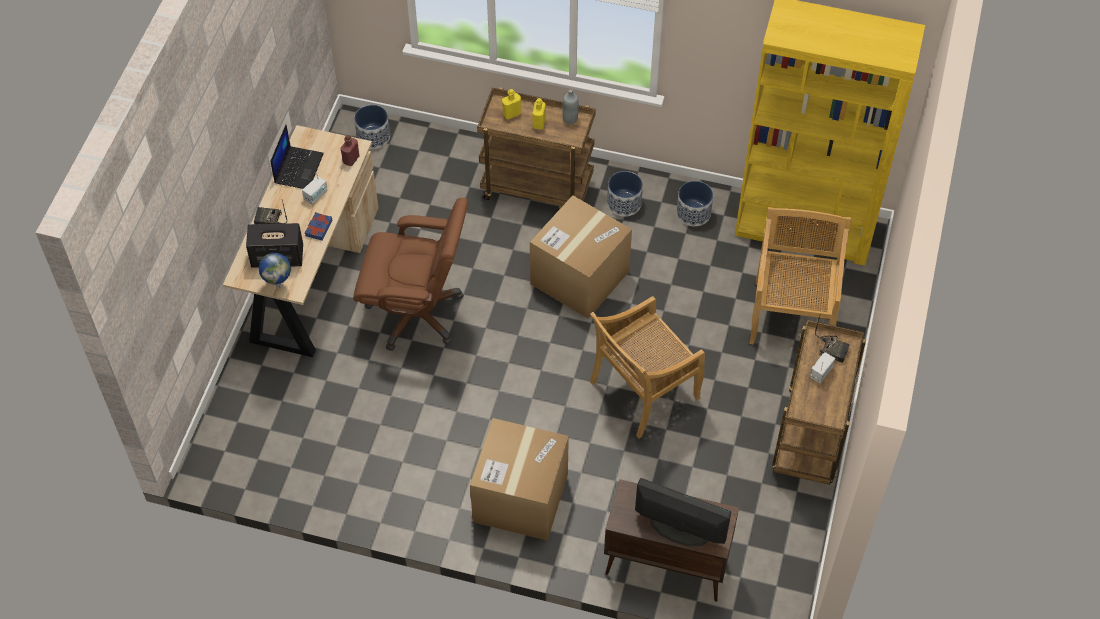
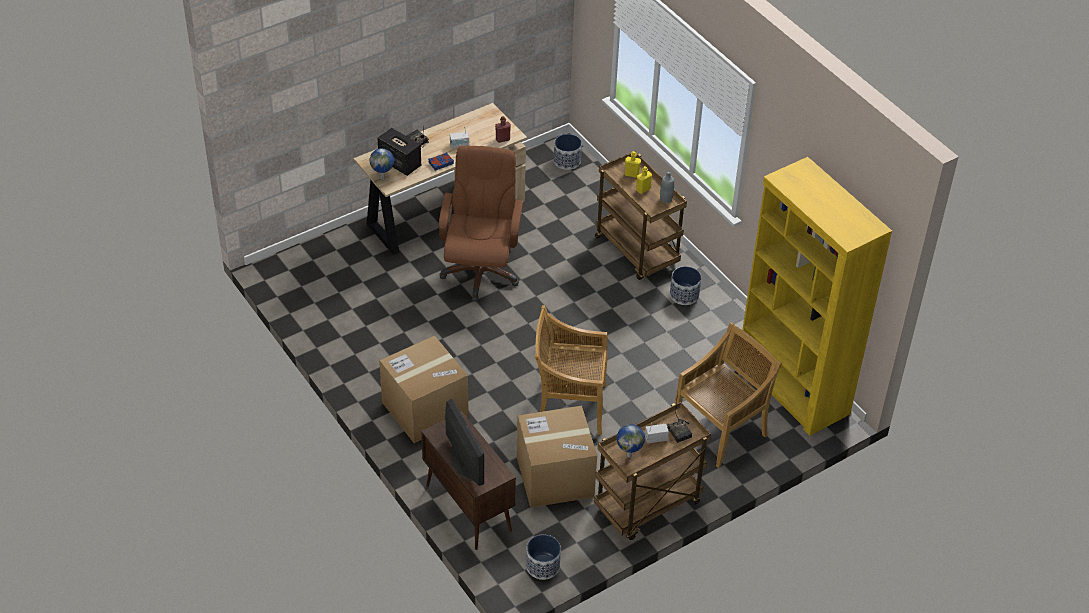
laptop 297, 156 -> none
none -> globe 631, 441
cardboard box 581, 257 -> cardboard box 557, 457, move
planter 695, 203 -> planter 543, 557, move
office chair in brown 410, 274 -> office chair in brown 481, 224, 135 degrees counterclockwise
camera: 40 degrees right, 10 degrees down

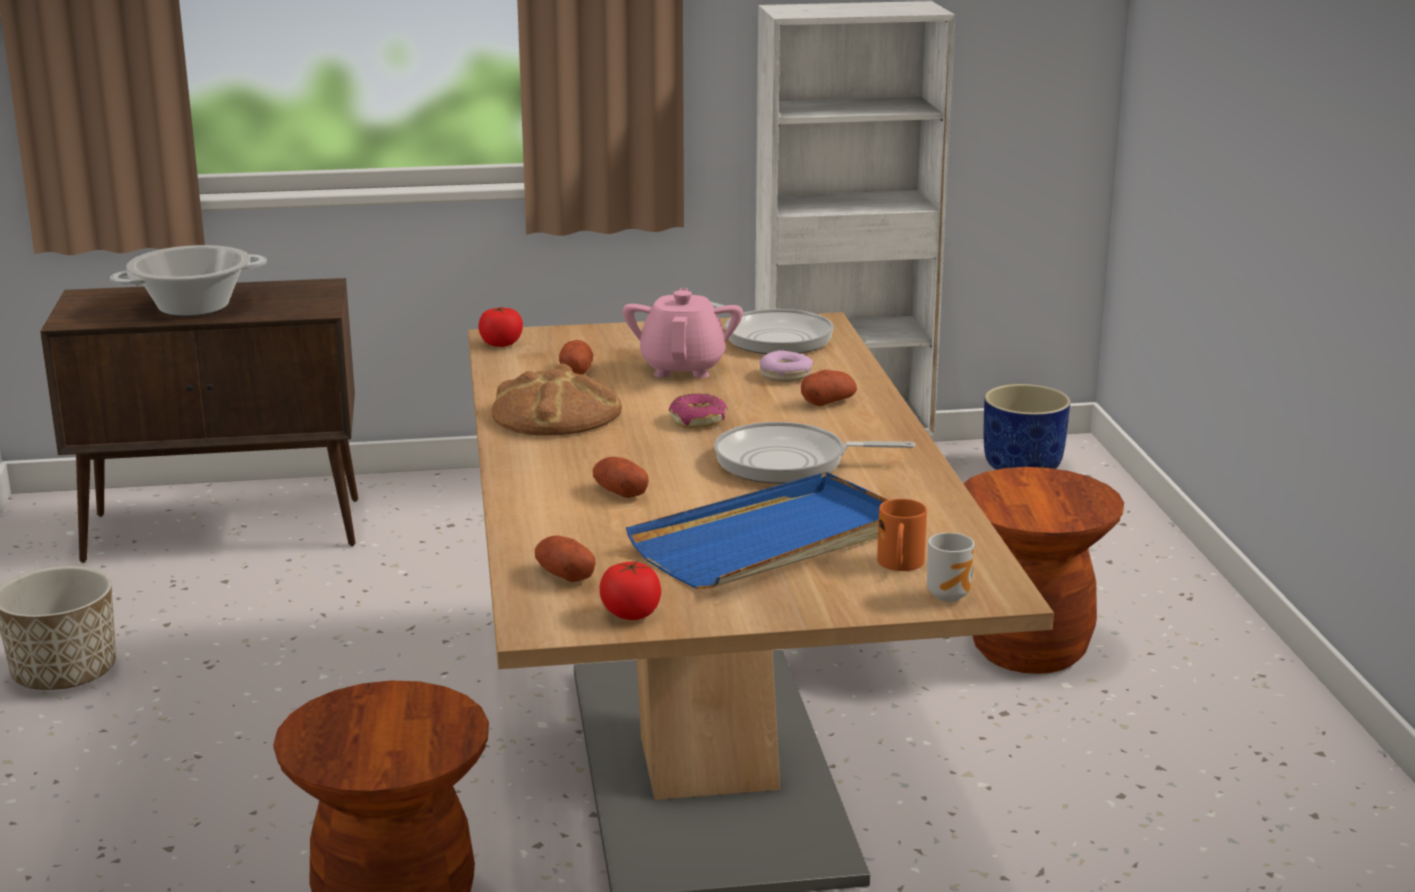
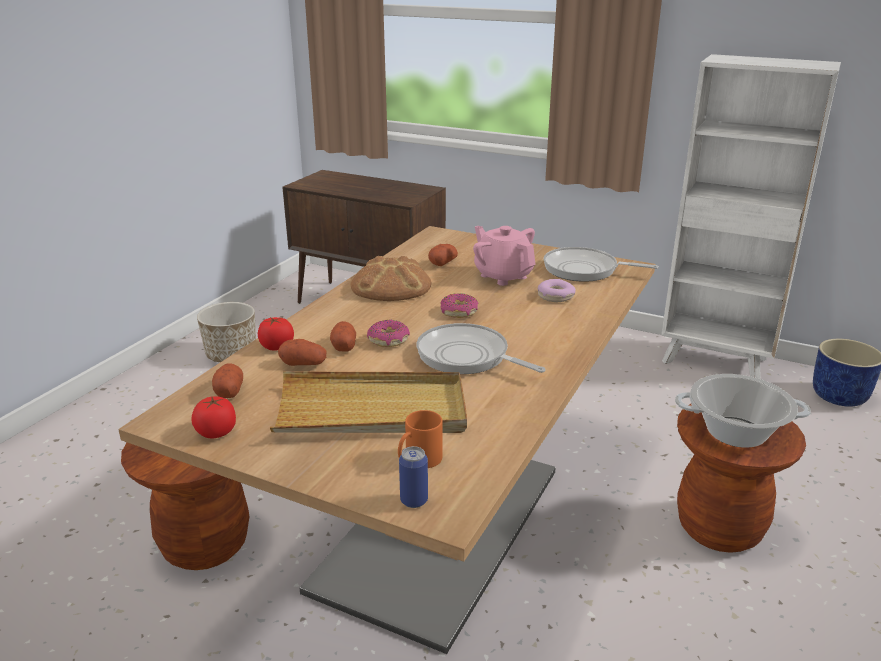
none -> donut 388, 333
cooking pot 188, 280 -> cooking pot 743, 411, move
tomato 500, 327 -> tomato 276, 334, move
potato 829, 388 -> potato 302, 352, move
mug 950, 567 -> can 413, 477
tray in blue 757, 530 -> tray in beige 368, 402
teapot in pink 683, 333 -> teapot in pink 504, 256, 75 degrees counterclockwise
frying pan 772, 327 -> frying pan 601, 264, 120 degrees clockwise
camera: 35 degrees right, 5 degrees up

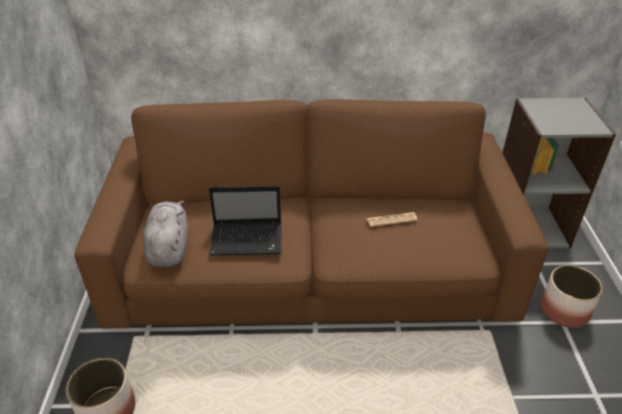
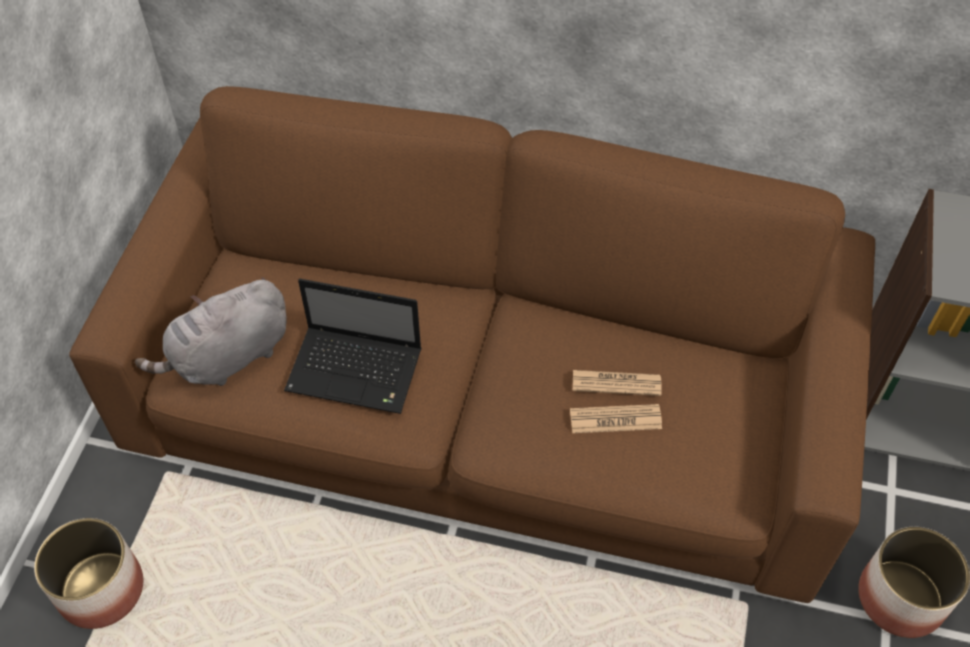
none -> newspaper 616, 418
plush toy in grey 165, 234 -> plush toy in grey 211, 332, 135 degrees counterclockwise
camera: 15 degrees right, 15 degrees up

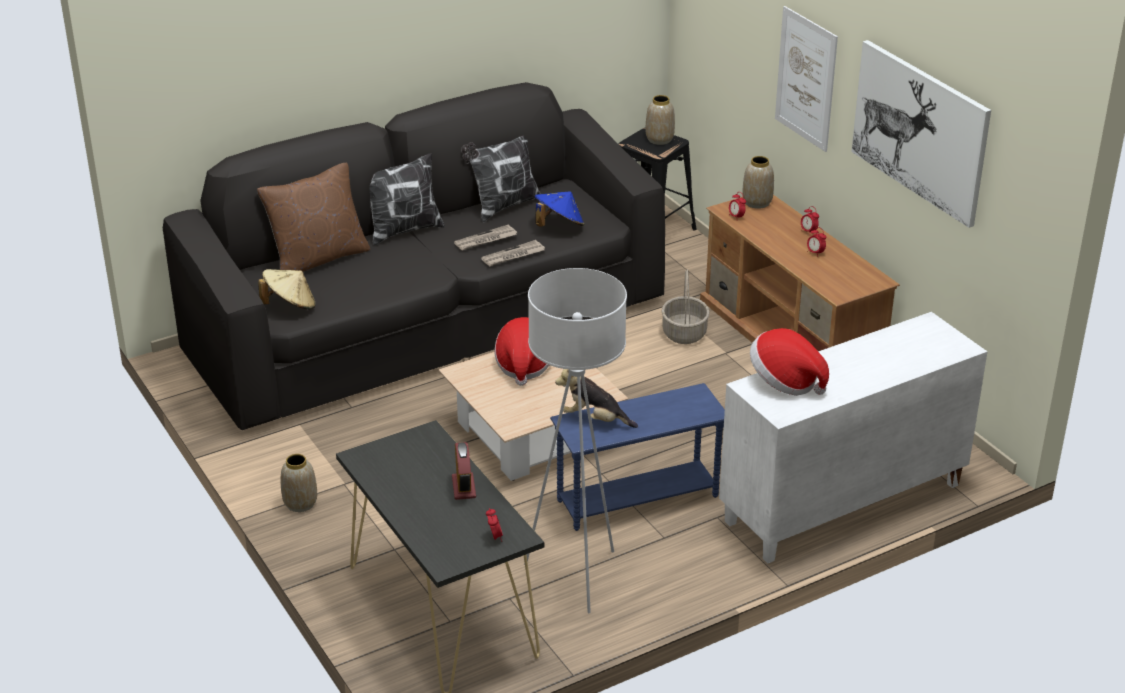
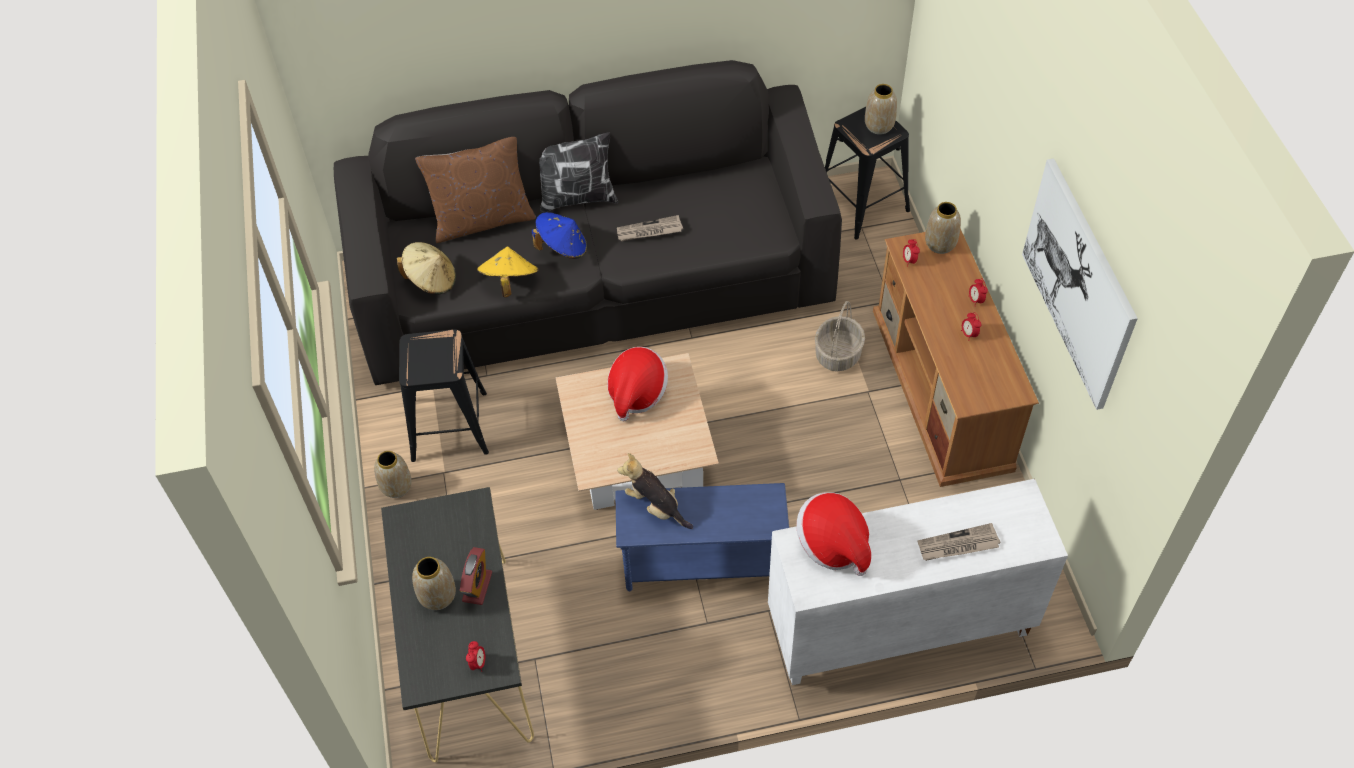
pillow 501, 178 -> none
floor lamp in white 575, 440 -> none
picture 806, 79 -> none
none -> stool in black 444, 395
none -> vase 434, 583
none -> hat in yellow 508, 272
newspaper 513, 253 -> newspaper 959, 542, move
hat in blue 559, 209 -> hat in blue 559, 235, move
camera: 20 degrees right, 20 degrees up

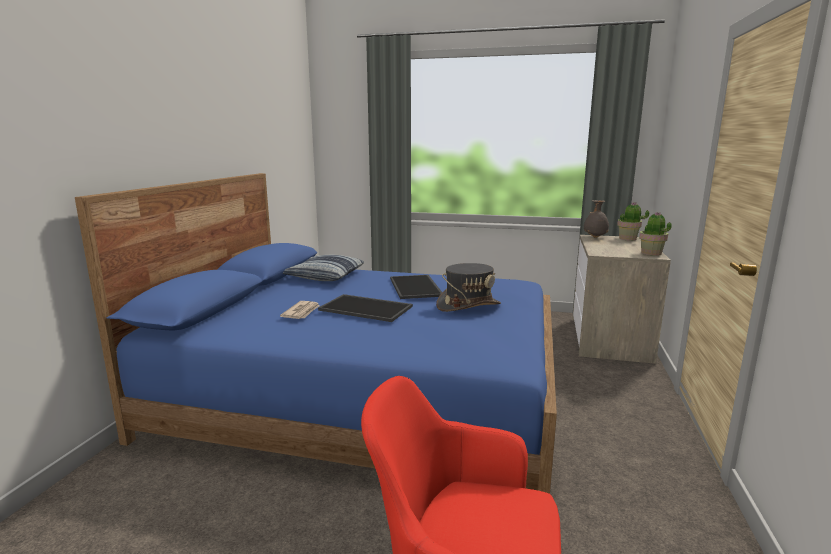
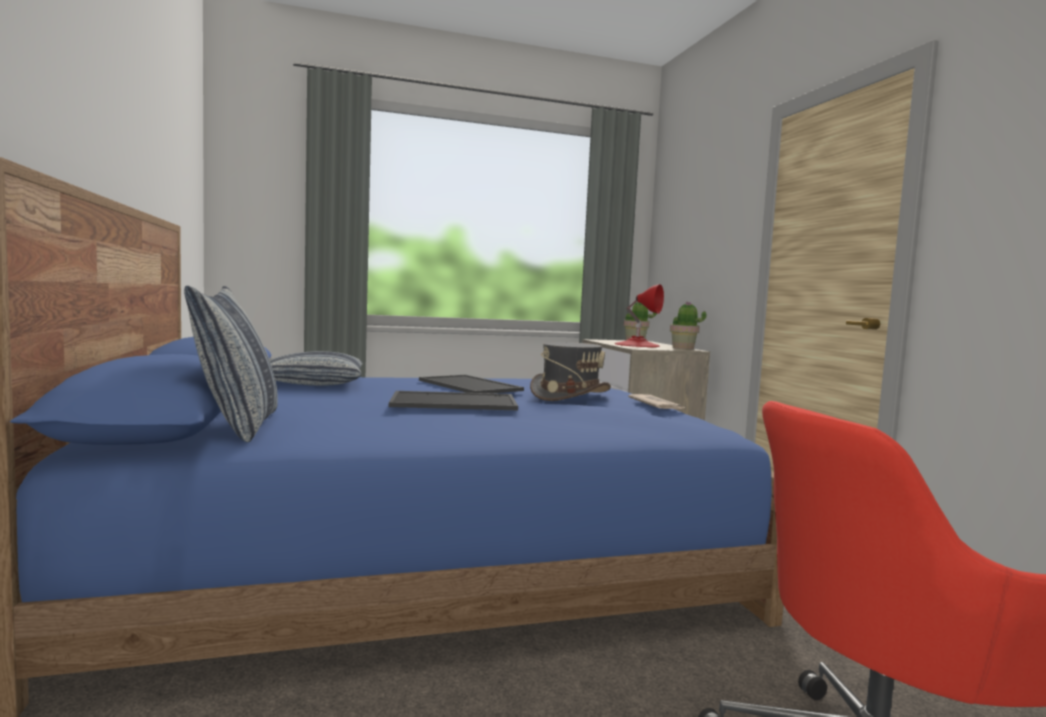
vase in grey 596, 219 -> none
none -> pillow 231, 364
none -> table lamp in red 639, 315
newspaper 299, 310 -> newspaper 657, 401, move
camera: 30 degrees left, 10 degrees down

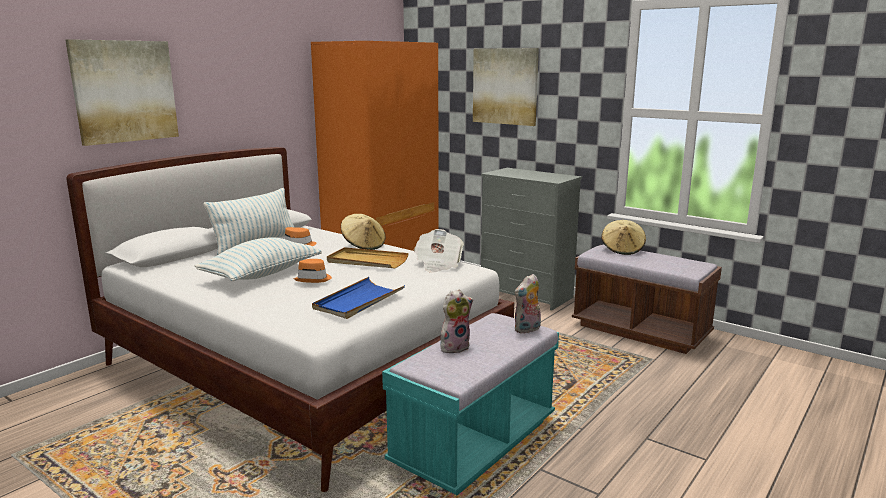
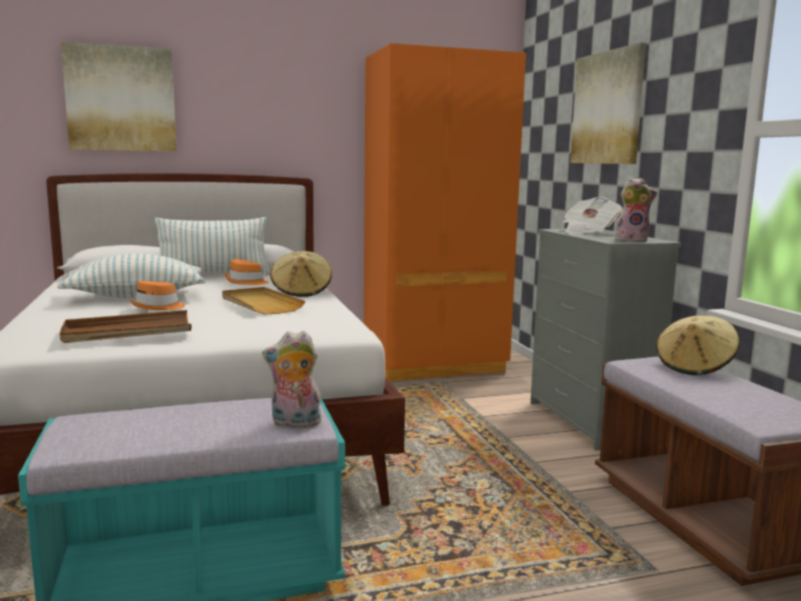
newspaper 439, 250 -> newspaper 593, 215, move
plush toy 457, 321 -> plush toy 636, 209, move
tray in blue 358, 298 -> tray in brown 125, 326
camera: 35 degrees right, 5 degrees down

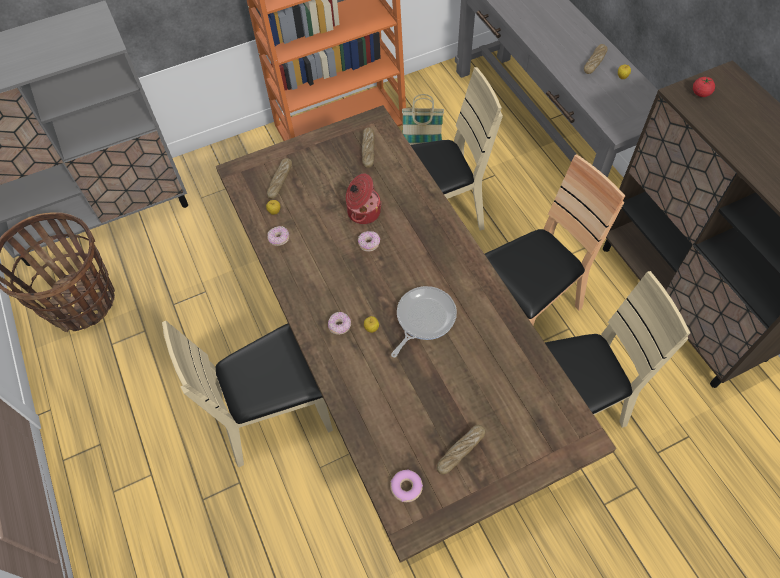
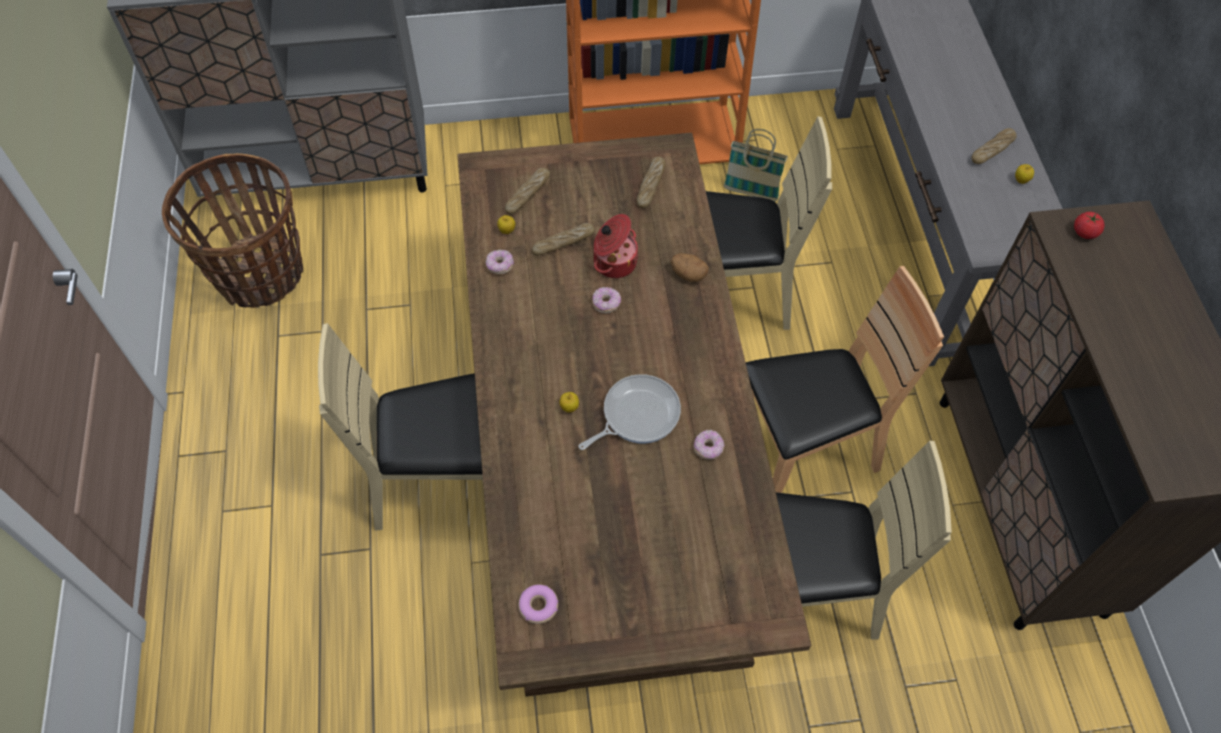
none -> potato 690, 267
donut 339, 323 -> donut 709, 445, move
bread 461, 450 -> bread 563, 239, move
camera: 15 degrees right, 0 degrees up

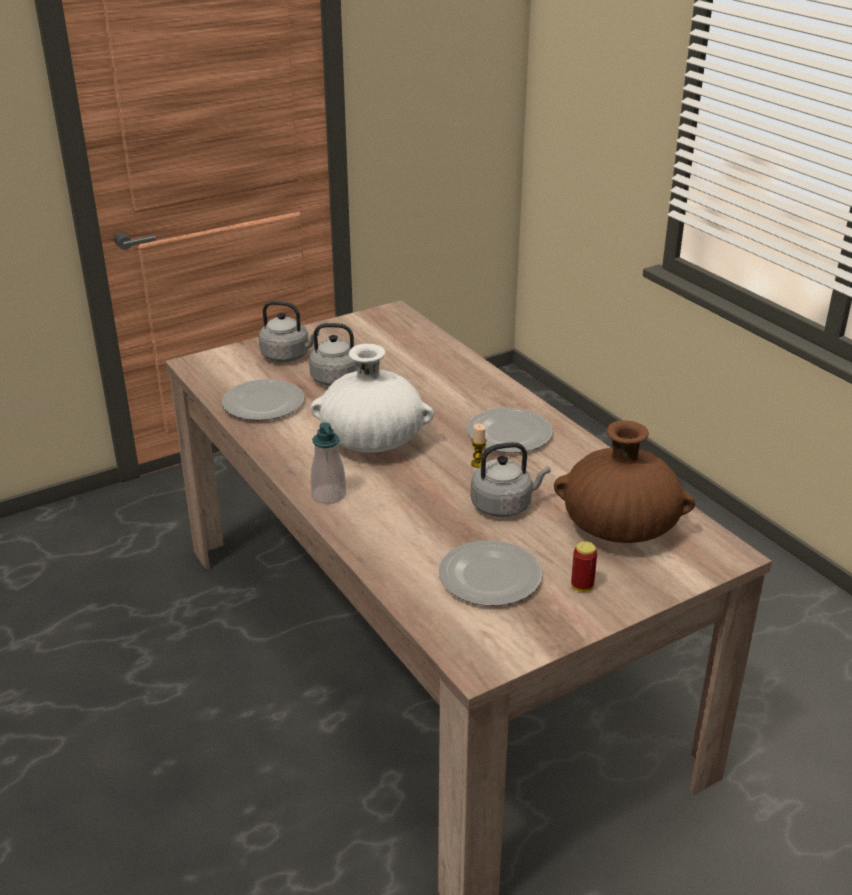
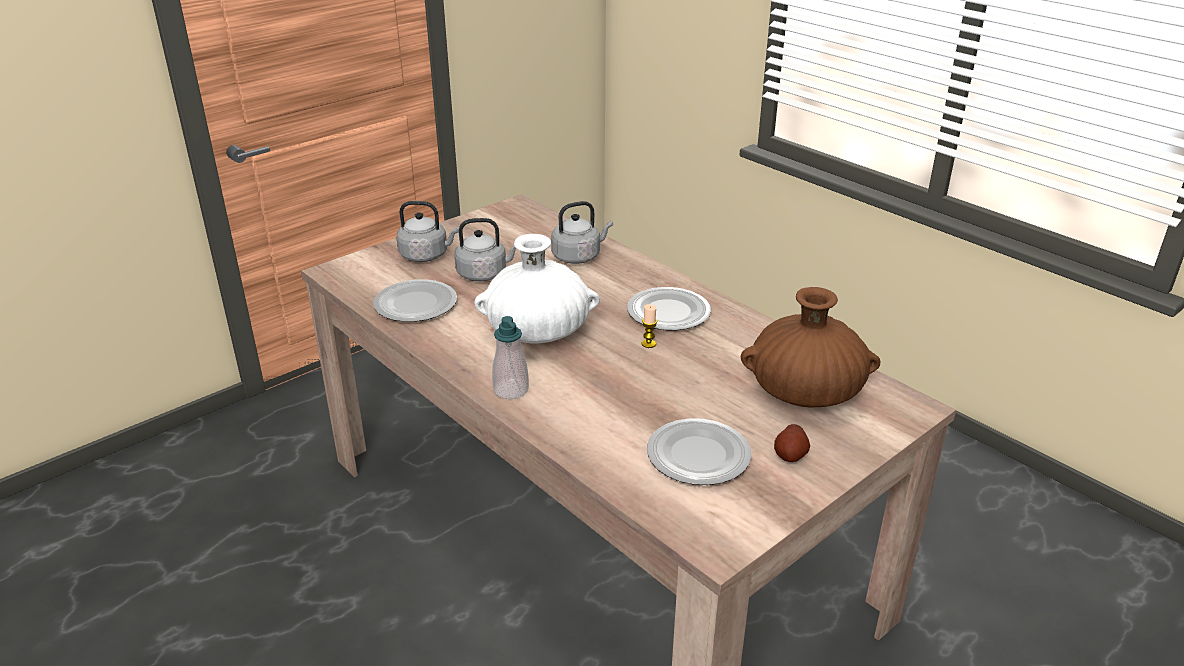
kettle in grey 510, 479 -> kettle in grey 582, 232, move
can 584, 566 -> potato 792, 443
camera: 10 degrees left, 0 degrees up

